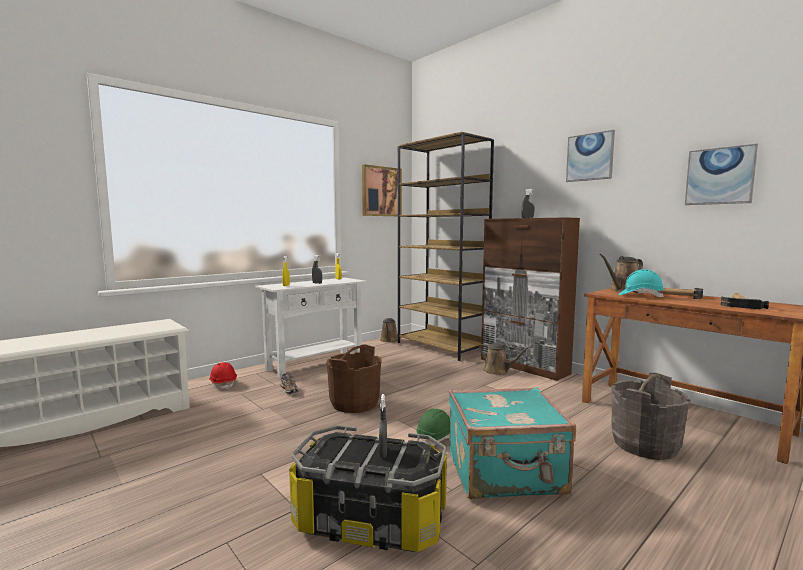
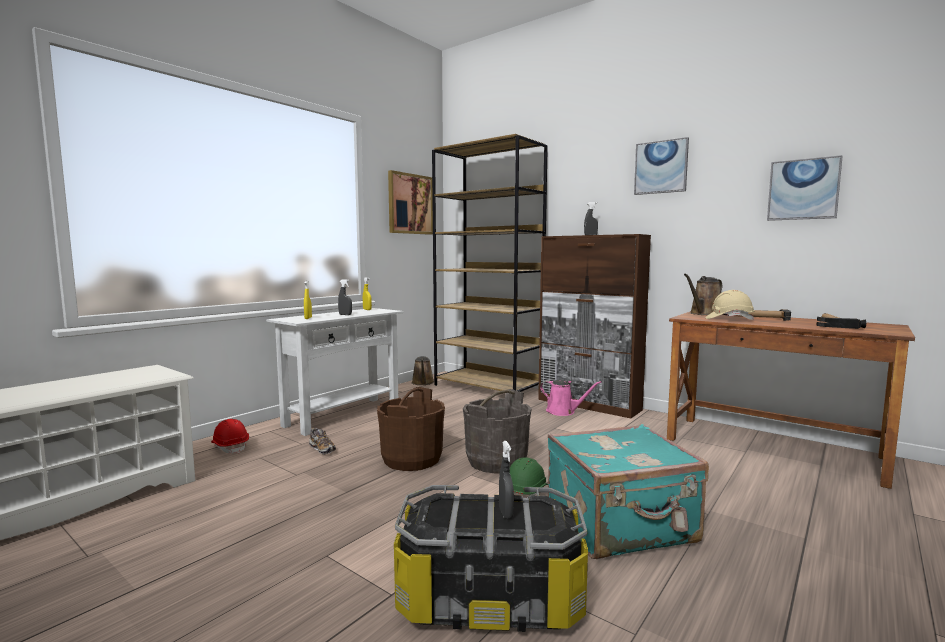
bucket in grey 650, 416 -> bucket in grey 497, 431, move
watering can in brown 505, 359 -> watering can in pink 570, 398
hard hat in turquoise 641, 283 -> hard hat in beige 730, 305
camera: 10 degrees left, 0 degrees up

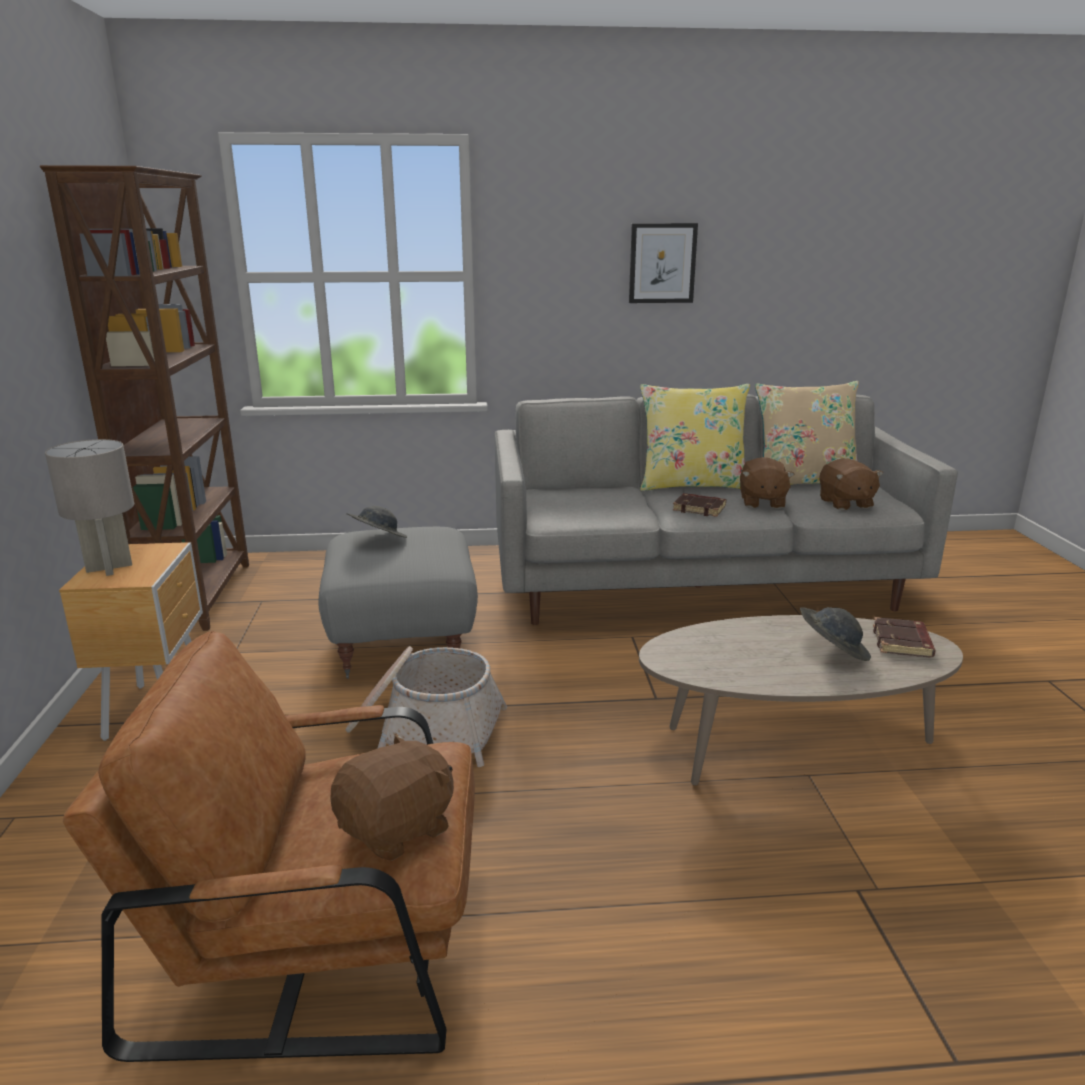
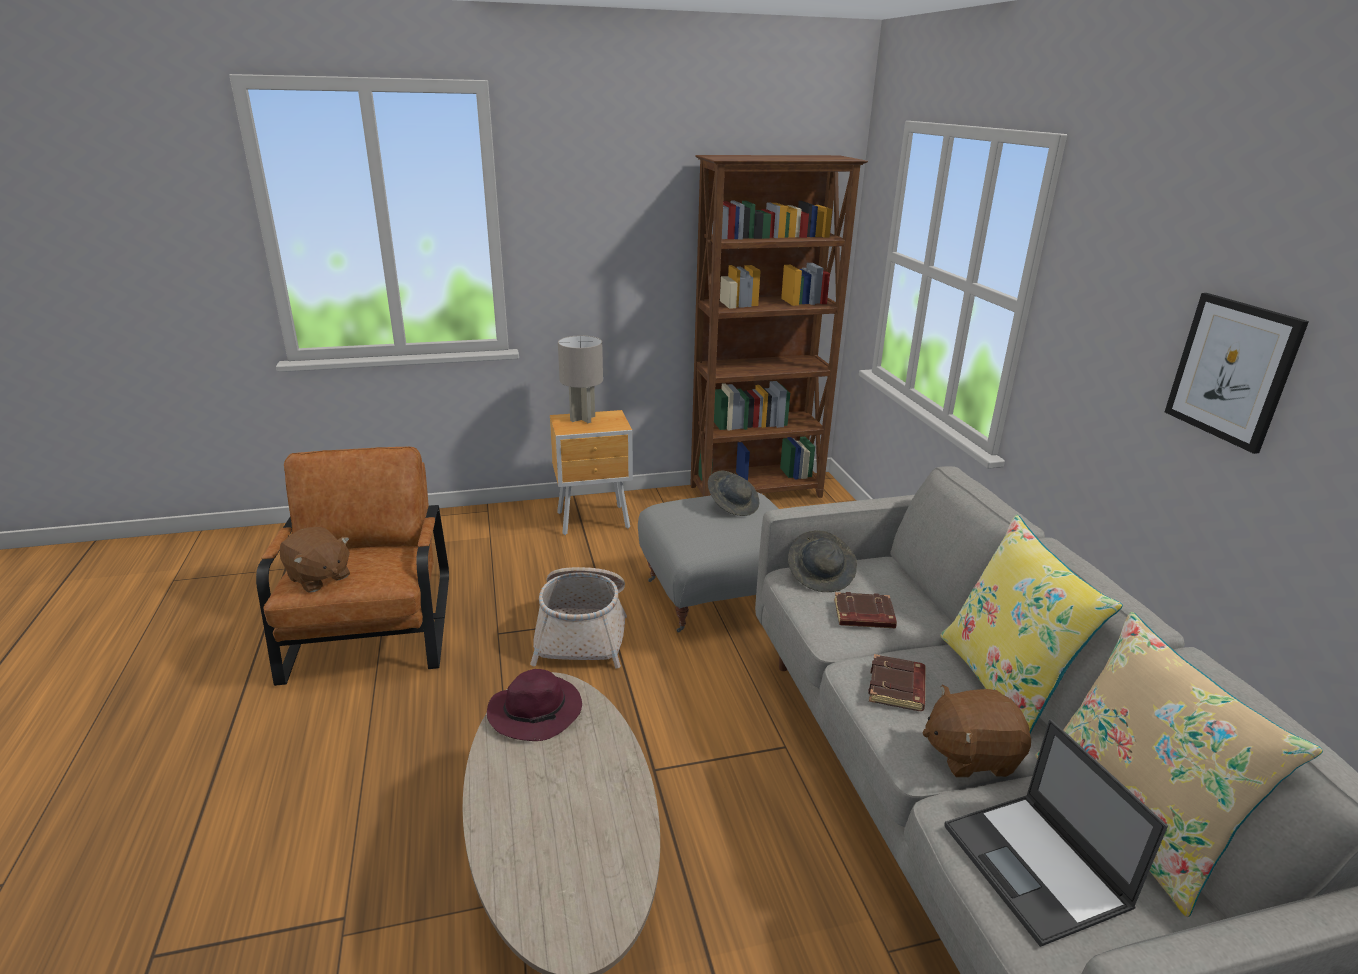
none -> hat in purple 534, 705
hat in grey 835, 634 -> hat in grey 822, 561, move
book in brown 904, 637 -> book in brown 865, 610, move
plush toy in brown 851, 484 -> laptop 1056, 833
camera: 80 degrees right, 5 degrees up

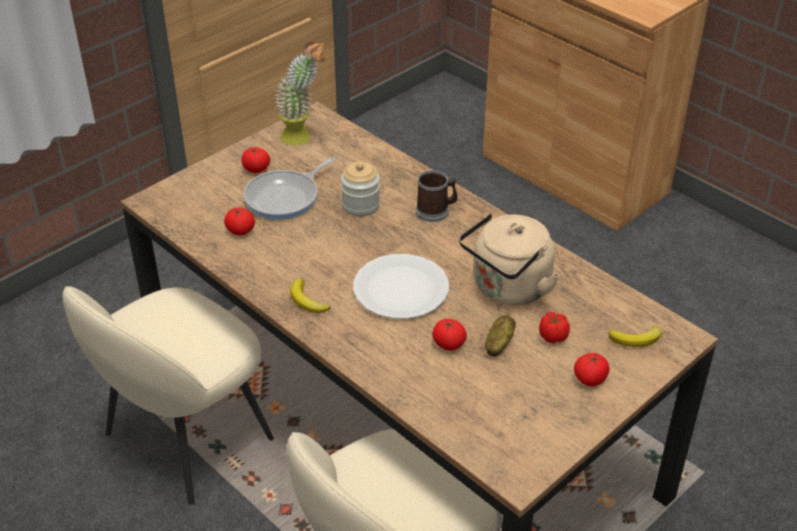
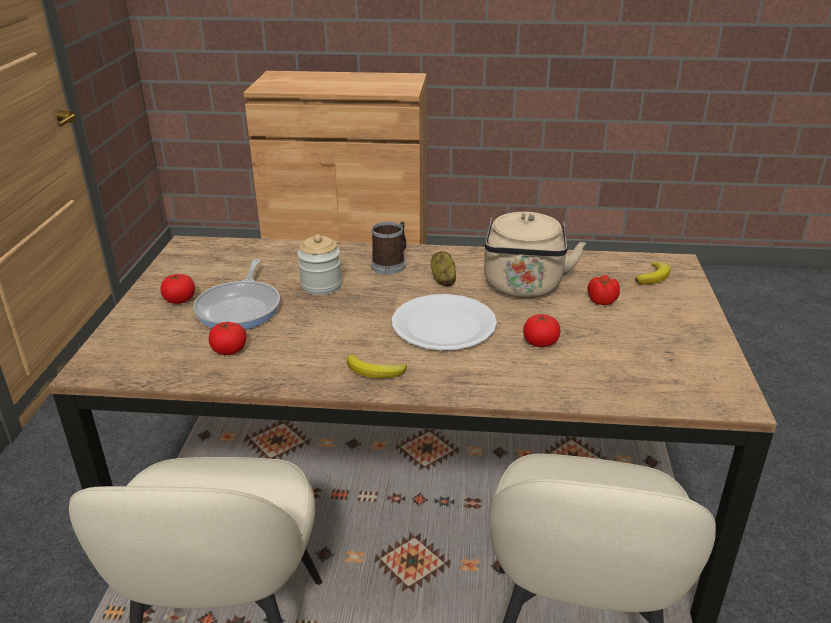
potted plant 300, 94 -> none
tomato 592, 369 -> none
potato 500, 336 -> potato 443, 269, move
camera: 40 degrees left, 10 degrees down

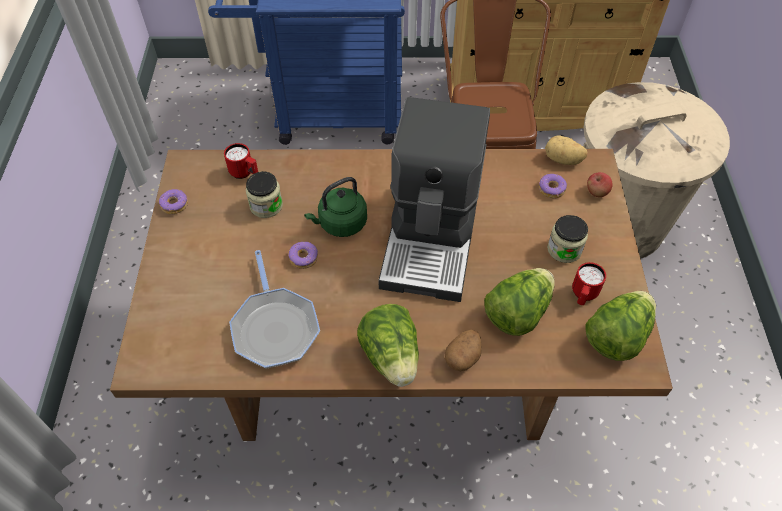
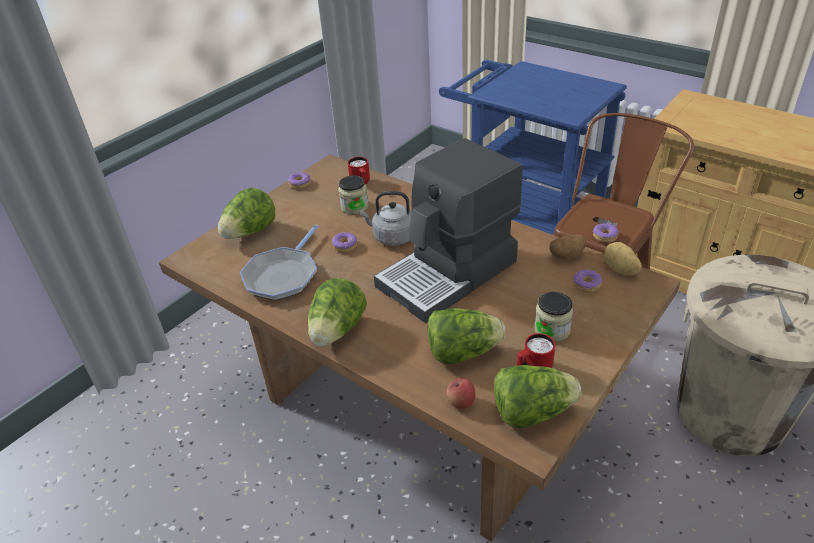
none -> lettuce 246, 213
none -> donut 606, 233
potato 463, 350 -> potato 568, 247, move
apple 600, 184 -> apple 461, 393, move
kettle in green 335, 207 -> kettle in grey 386, 218
camera: 40 degrees right, 15 degrees down

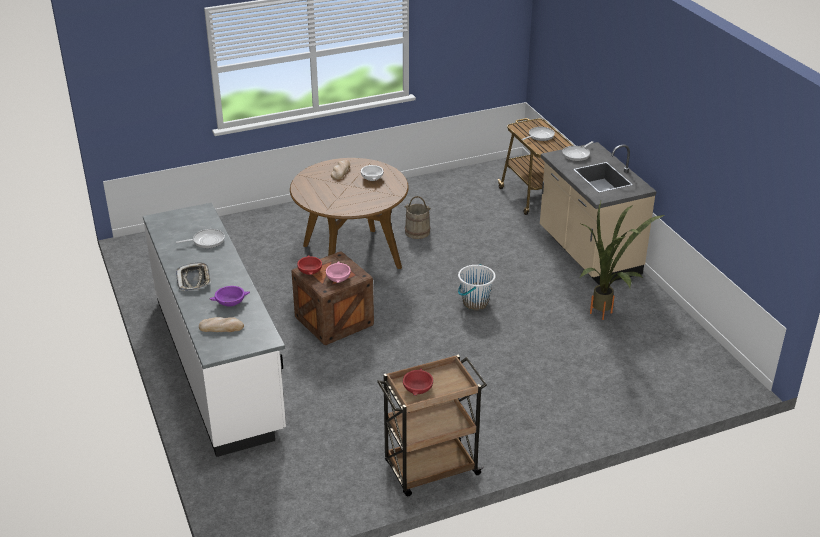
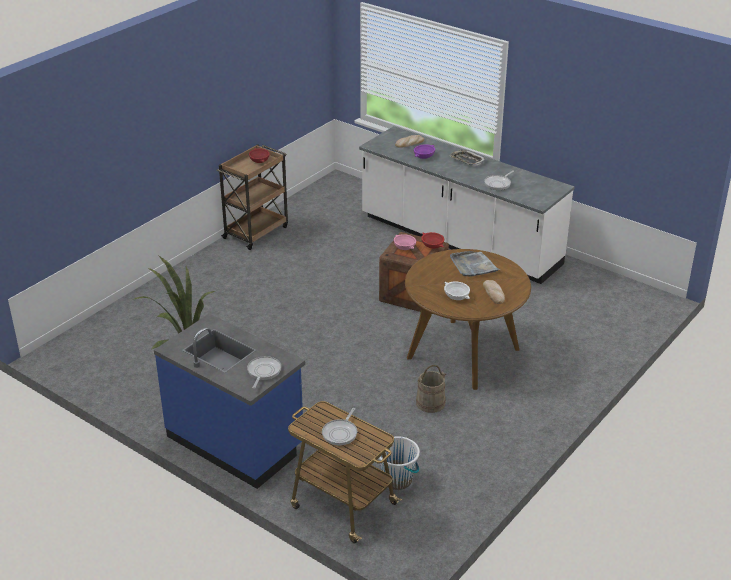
none -> tray in grey 475, 264
bucket in white 477, 287 -> bucket in white 399, 463, move
counter in beige 598, 213 -> counter in blue 229, 401
camera: 150 degrees right, 0 degrees up

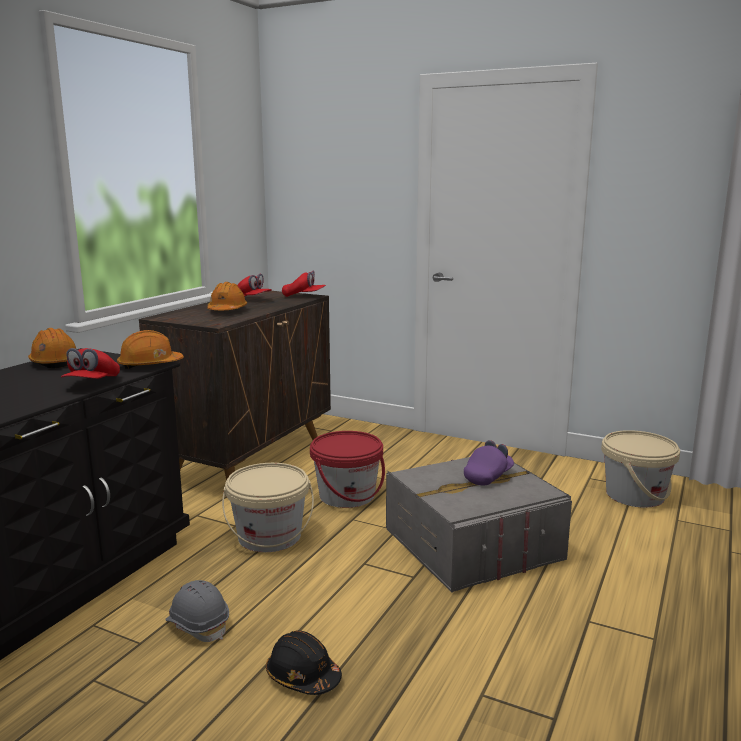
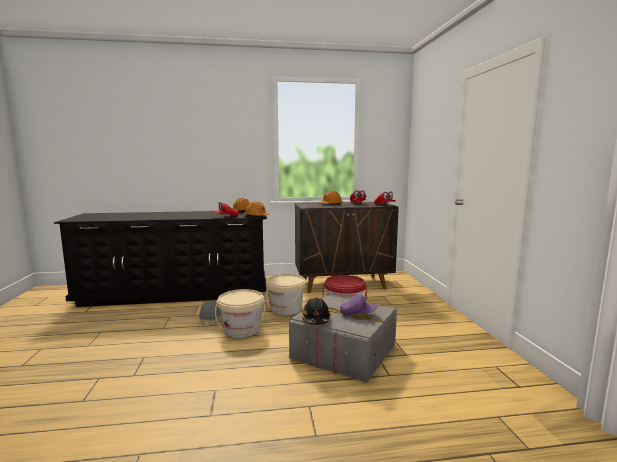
hard hat in black 304, 662 -> hard hat in black 316, 311, move
bucket in beige 640, 469 -> bucket in beige 240, 313, move
camera: 55 degrees right, 5 degrees down

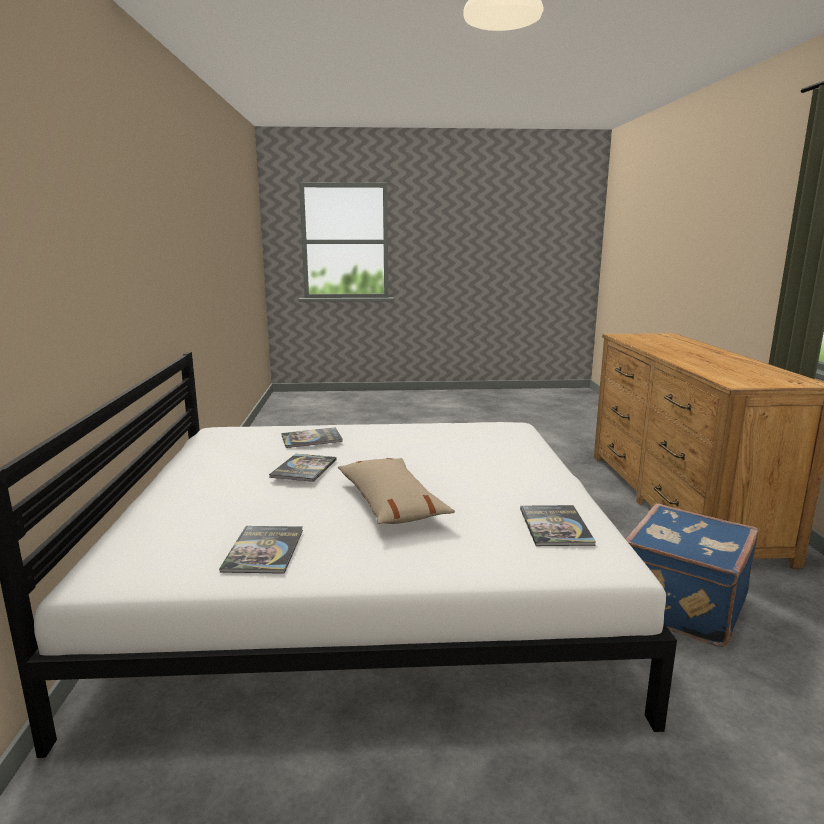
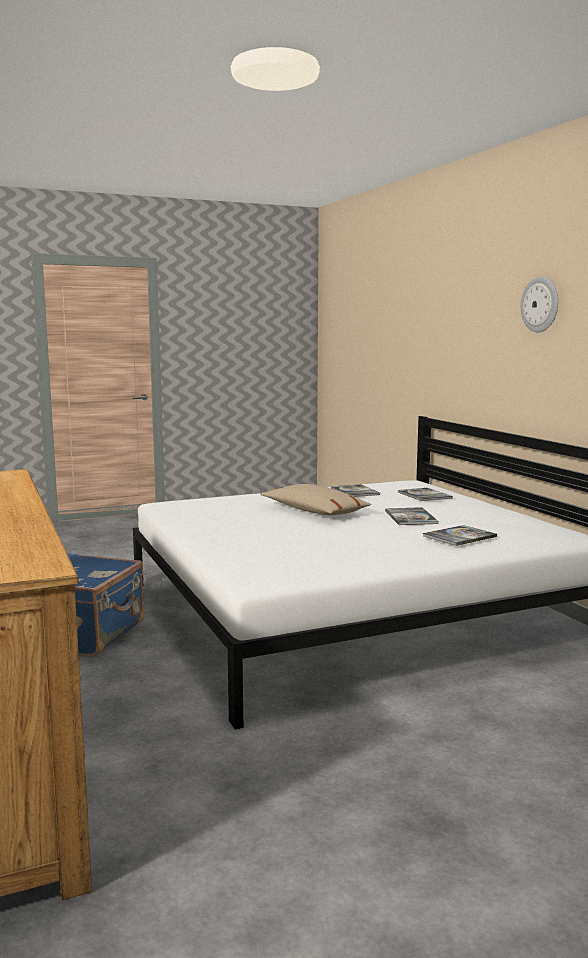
none -> wall clock 539, 304
book 558, 525 -> book 425, 494, move
camera: 160 degrees right, 5 degrees down

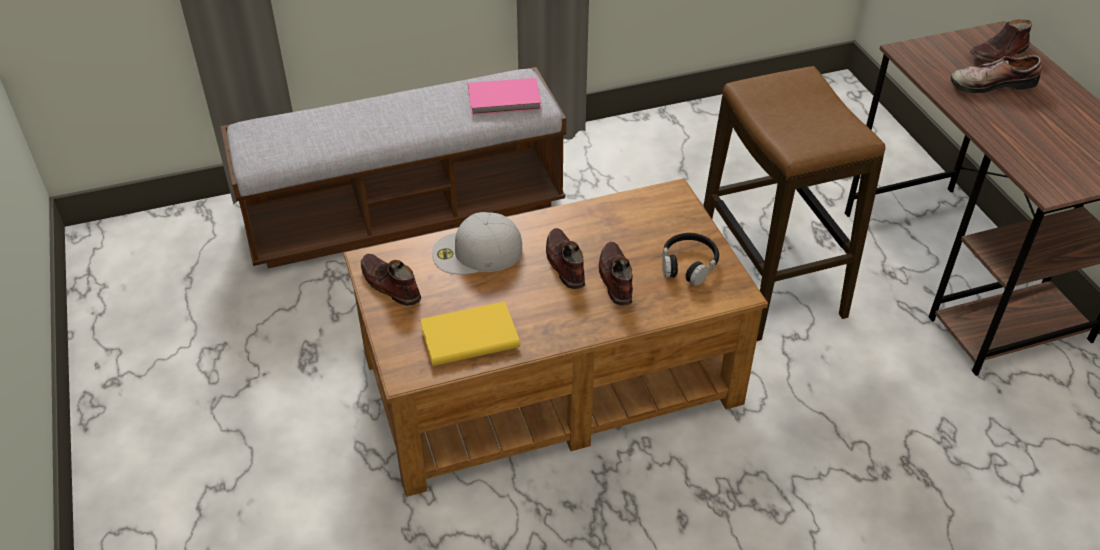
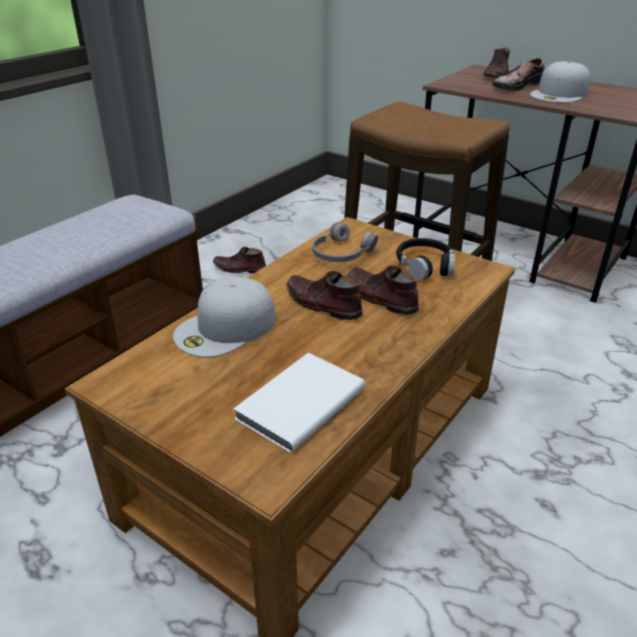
book in pink 505, 96 -> none
none -> headphones in grey 345, 242
none -> cap in white 560, 82
shoe in brown 391, 280 -> shoe in brown 239, 260, move
book in yellow 470, 333 -> book in white 299, 402
camera: 35 degrees left, 10 degrees down

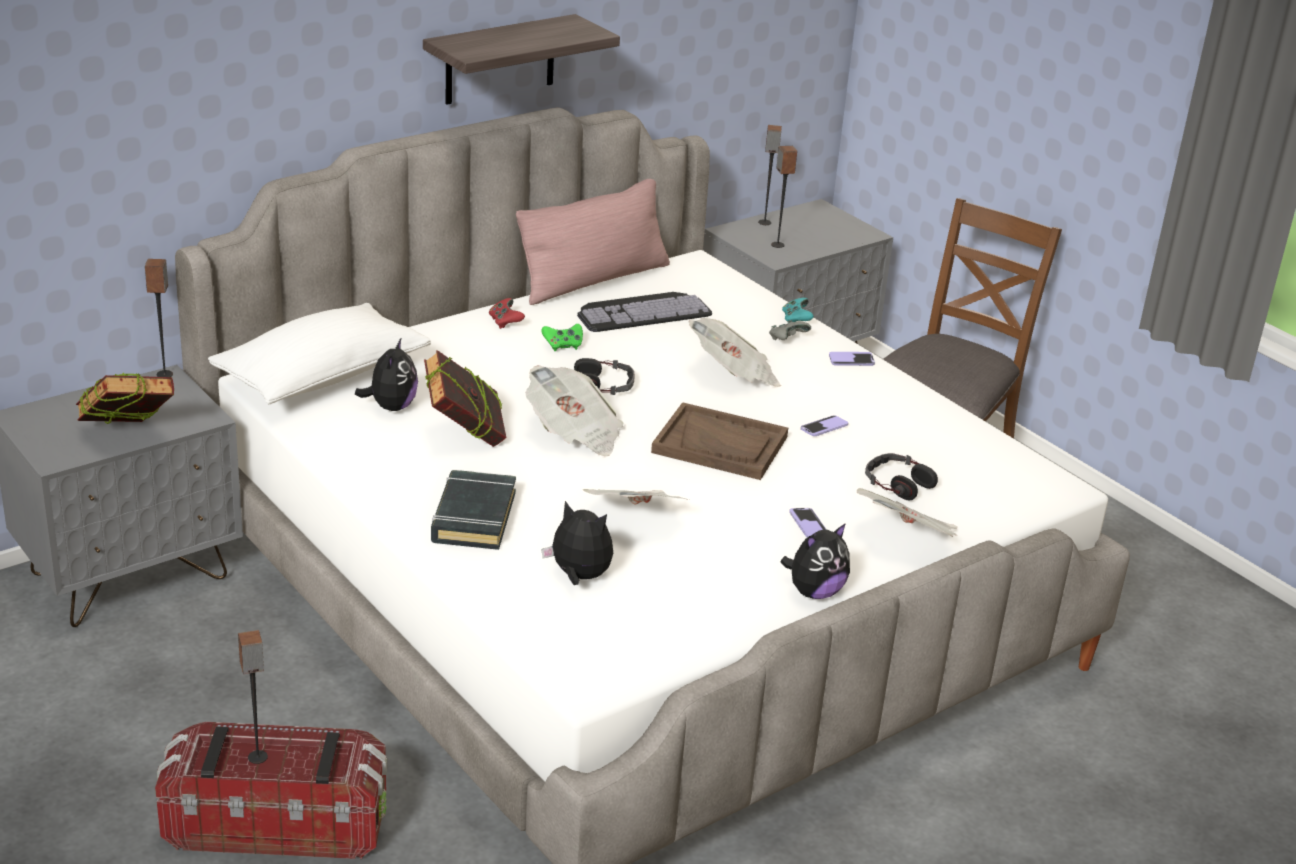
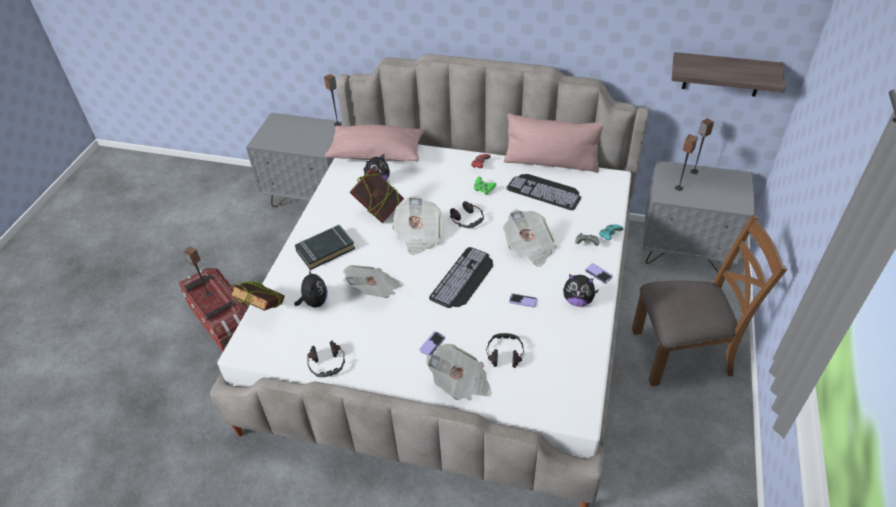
none -> headphones 326, 359
book 125, 398 -> book 257, 296, move
shelf 521, 59 -> shelf 729, 74, move
plush toy 815, 561 -> plush toy 580, 290, move
tray in brown 719, 441 -> keyboard 461, 277
pillow in white 319, 353 -> pillow in pink 374, 142
camera: 55 degrees right, 15 degrees up

